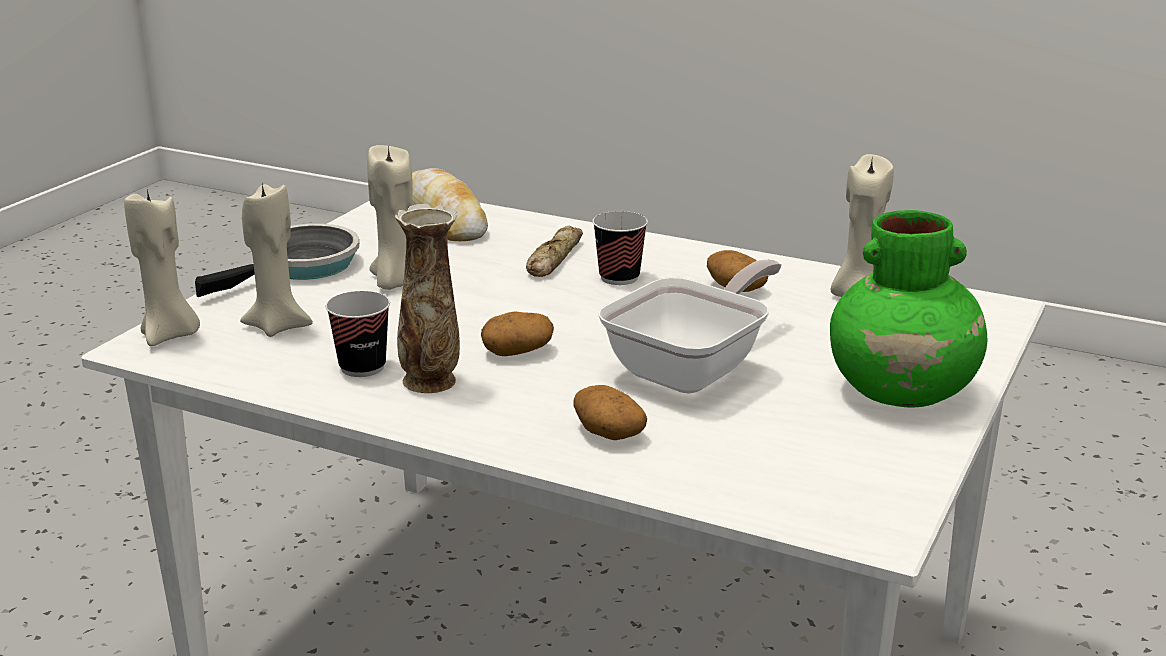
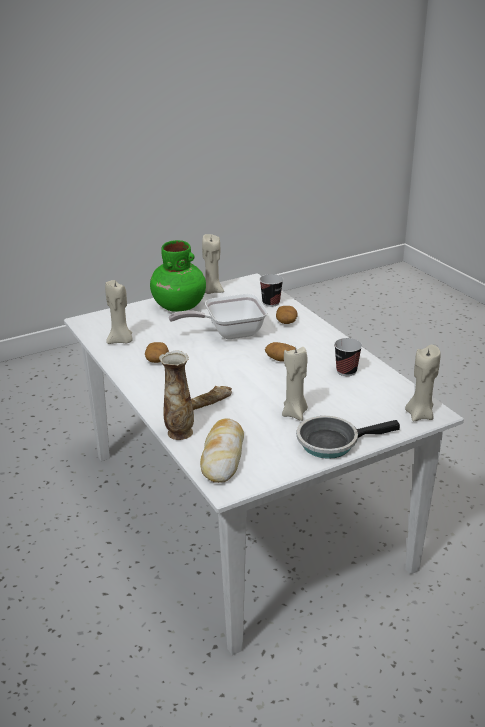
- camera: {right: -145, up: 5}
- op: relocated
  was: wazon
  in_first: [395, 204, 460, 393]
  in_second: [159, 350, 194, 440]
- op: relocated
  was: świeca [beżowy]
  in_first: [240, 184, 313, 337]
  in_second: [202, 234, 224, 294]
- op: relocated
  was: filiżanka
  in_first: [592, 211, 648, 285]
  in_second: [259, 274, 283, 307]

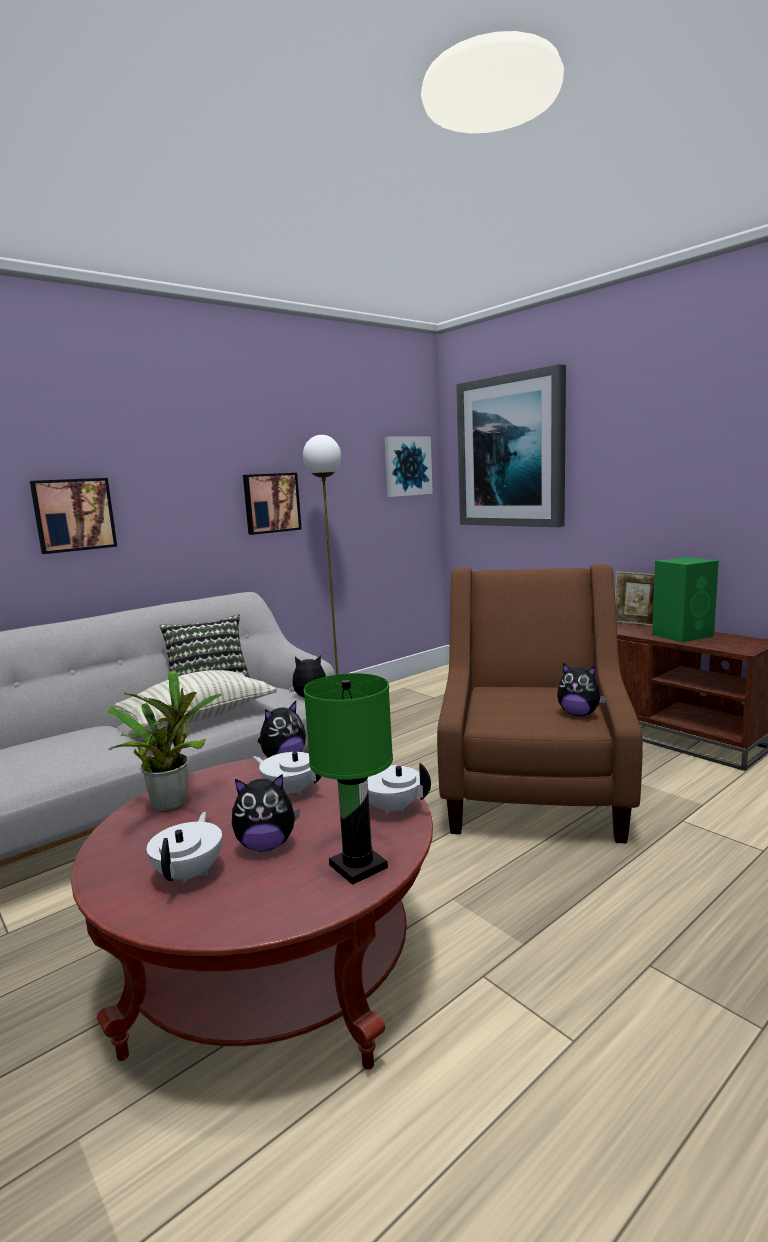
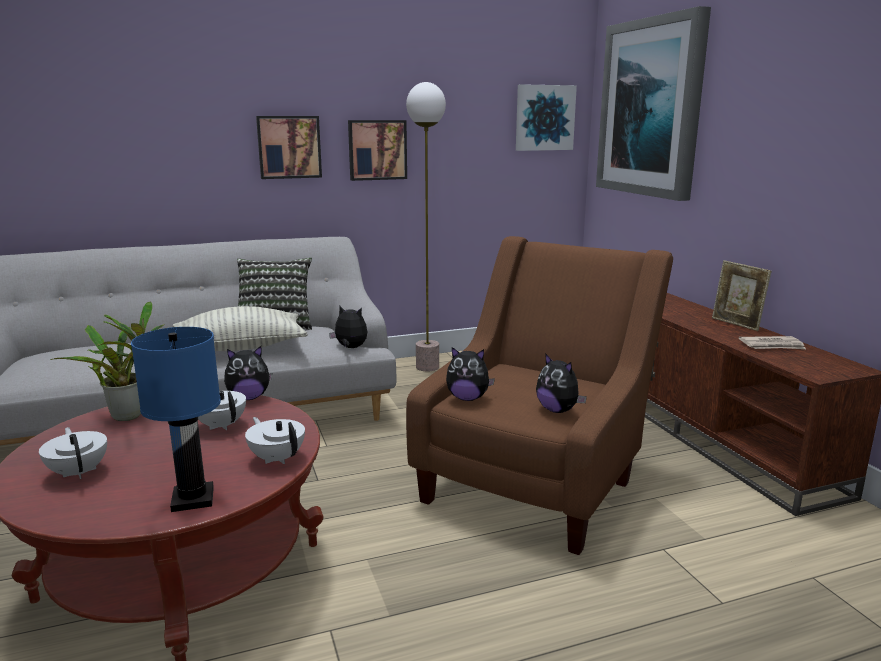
- camera: {right: 20, up: 5}
- op: spun
  was: imbryk [biały]
  in_first: [147, 812, 222, 885]
  in_second: [39, 427, 107, 479]
  clockwise: -60
- op: colour
  was: lampa stołowa [zielony]
  now: lampa stołowa [niebieski]
  in_first: [304, 673, 393, 885]
  in_second: [131, 327, 221, 512]
- op: relocated
  was: obraz
  in_first: [30, 478, 117, 554]
  in_second: [256, 116, 322, 179]
- op: relocated
  was: pluszak
  in_first: [232, 774, 300, 851]
  in_second: [446, 347, 495, 401]
- op: exchanged
  was: głośnik [zielony]
  now: gazeta
  in_first: [652, 557, 719, 642]
  in_second: [739, 336, 806, 349]

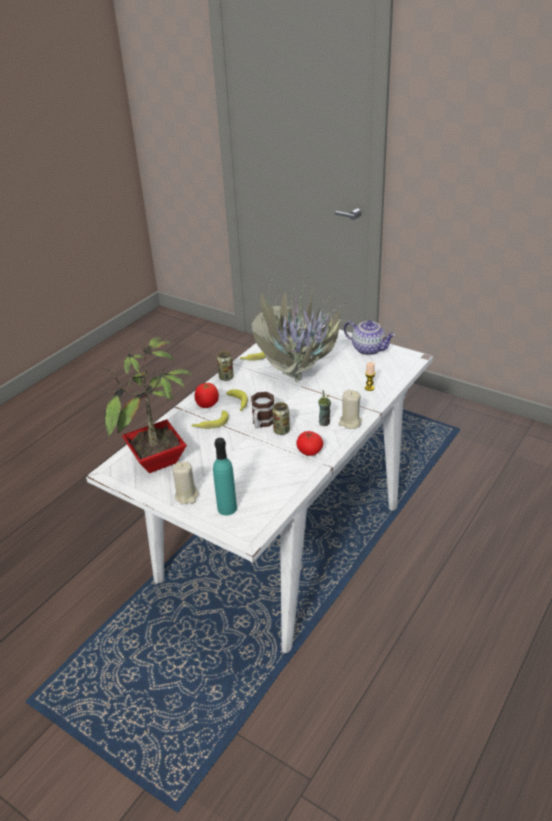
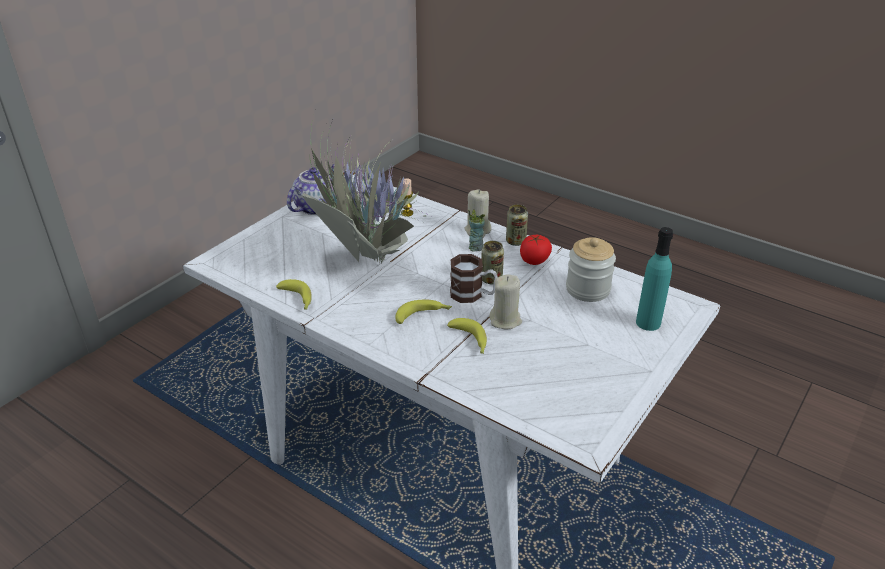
- camera: {right: -90, up: 0}
- op: relocated
  was: świeca [beżowy]
  in_first: [172, 462, 199, 505]
  in_second: [489, 274, 522, 330]
- op: relocated
  was: puszka
  in_first: [217, 351, 234, 381]
  in_second: [506, 205, 528, 246]
- op: appeared
  now: słoik
  in_second: [566, 237, 616, 302]
- op: missing
  was: roślina doniczkowa
  in_first: [100, 336, 194, 473]
- op: missing
  was: pomidor
  in_first: [195, 383, 219, 408]

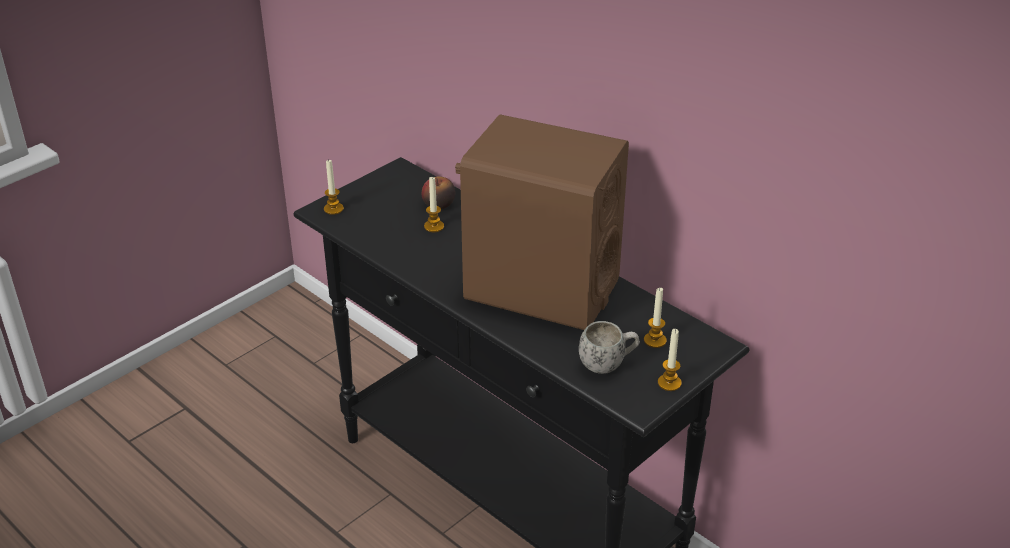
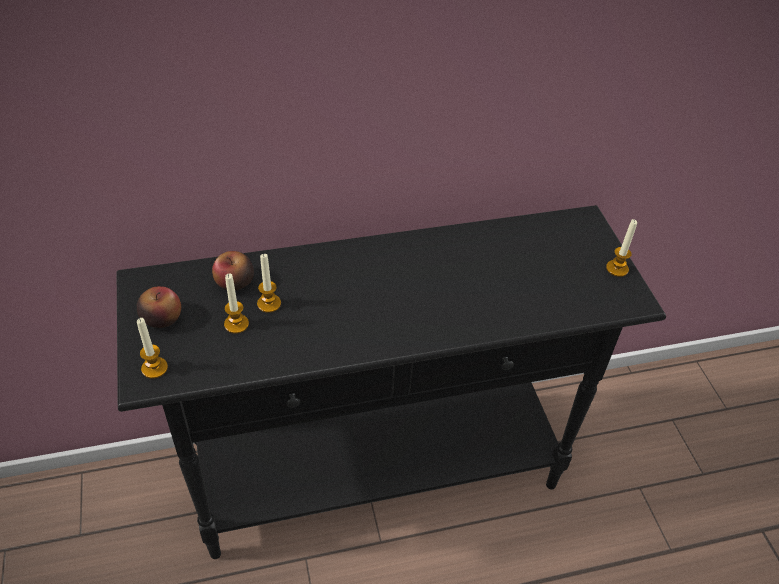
- camera: {right: -60, up: 10}
- op: appeared
  now: jabłko
  in_second: [137, 286, 181, 328]
- op: relocated
  was: świeca
  in_first: [644, 288, 667, 348]
  in_second: [224, 273, 249, 334]
- op: missing
  was: głośnik [brązowy]
  in_first: [455, 114, 629, 330]
- op: missing
  was: kubek [biały]
  in_first: [579, 321, 640, 374]

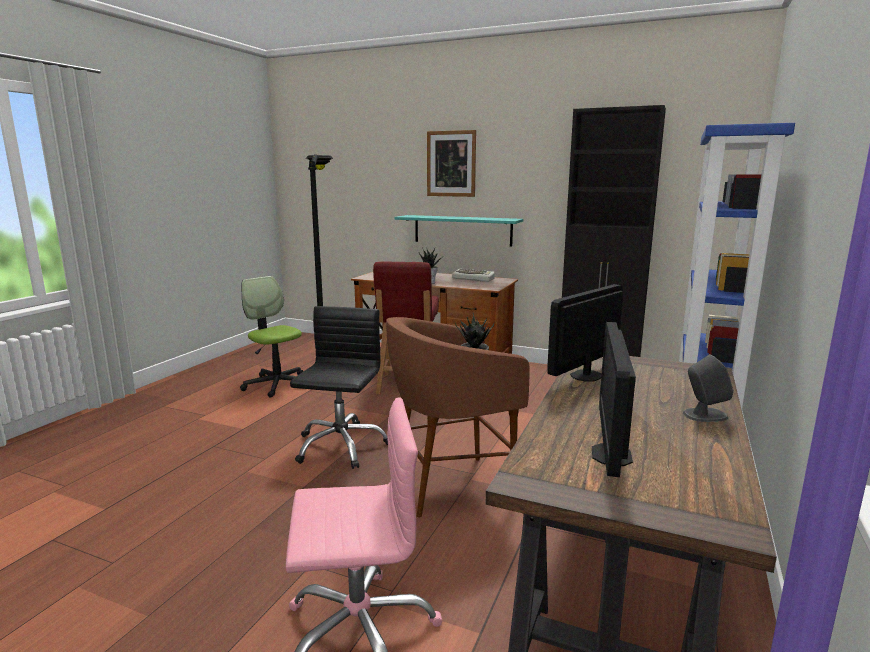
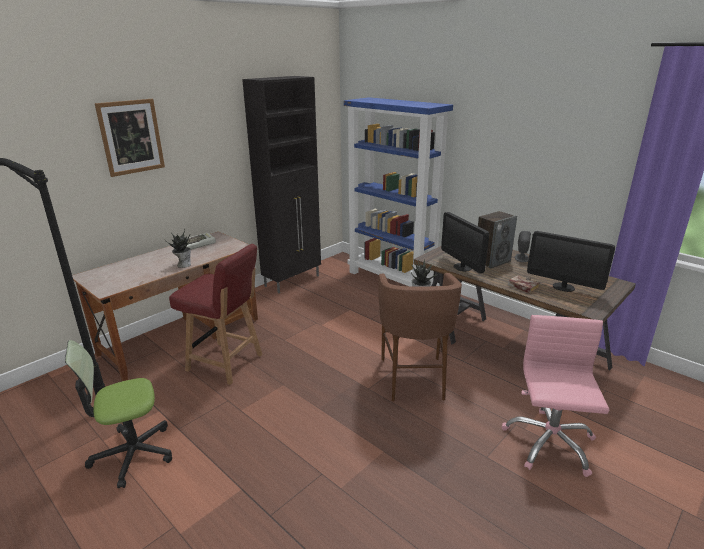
- camera: {right: -70, up: 10}
- op: appeared
  now: głośnik
  in_second: [478, 211, 517, 269]
- op: appeared
  now: książka
  in_second: [508, 275, 540, 293]
- op: missing
  was: krzesło biurowe [czarny]
  in_first: [290, 306, 388, 469]
- op: missing
  was: półka [turkusowy]
  in_first: [394, 215, 523, 247]

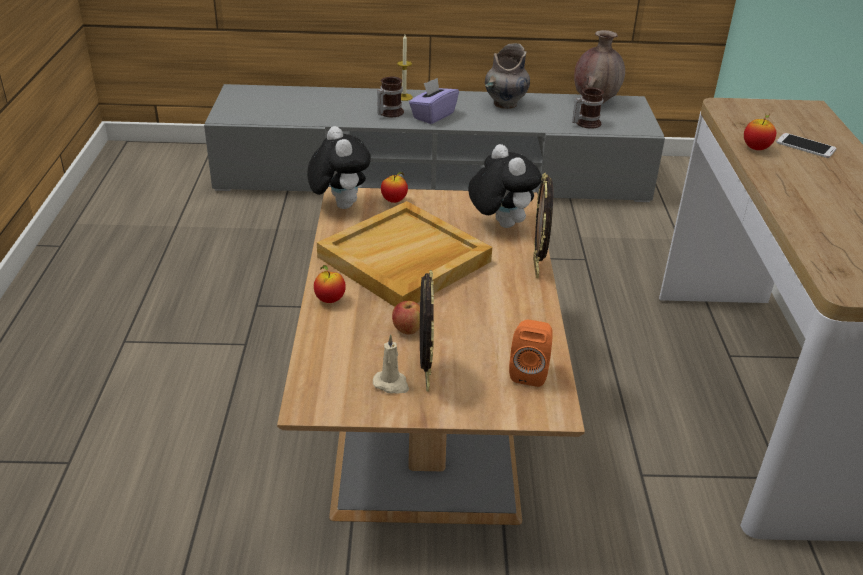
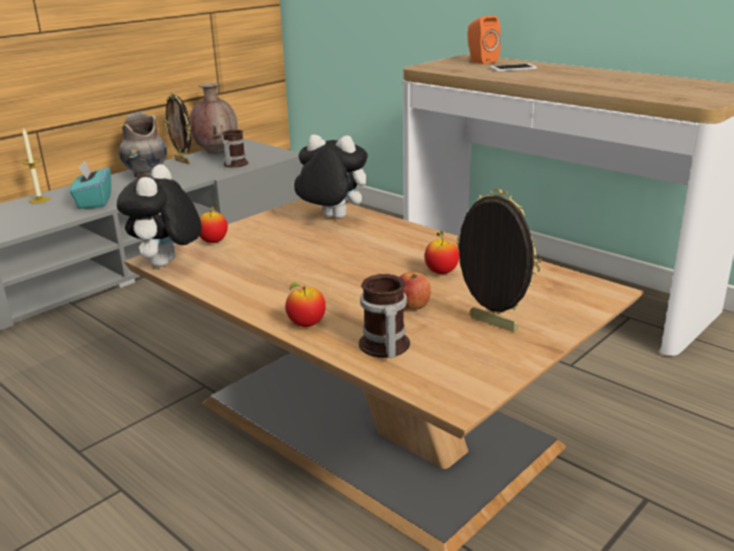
- camera: {right: -45, up: -10}
- op: colour
  was: pudełko chusteczek [fioletowy]
  now: pudełko chusteczek [turkusowy]
  in_first: [409, 78, 459, 124]
  in_second: [70, 160, 111, 209]
- op: spun
  was: pluszak
  in_first: [307, 126, 371, 209]
  in_second: [117, 164, 202, 267]
  clockwise: -105
- op: relocated
  was: ramka na zdjęcie
  in_first: [533, 173, 553, 278]
  in_second: [164, 92, 192, 164]
- op: relocated
  was: kubek
  in_first: [377, 77, 404, 117]
  in_second: [359, 274, 410, 358]
- op: relocated
  was: jabłko
  in_first: [744, 113, 776, 150]
  in_second: [425, 231, 459, 274]
- op: relocated
  was: głośnik [pomarańczowy]
  in_first: [509, 320, 553, 387]
  in_second: [468, 15, 501, 64]
- op: missing
  was: taca [beżowy]
  in_first: [317, 201, 492, 307]
- op: missing
  was: świeca [beżowy]
  in_first: [373, 335, 409, 394]

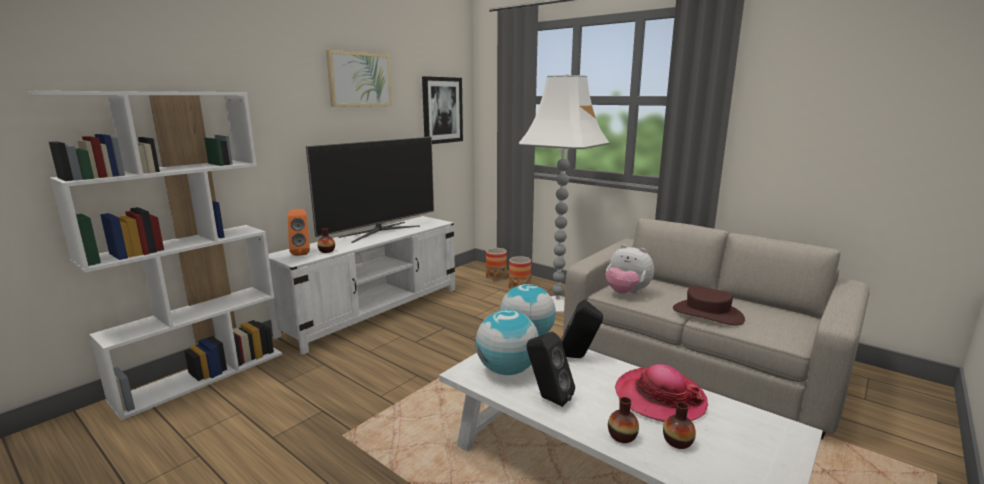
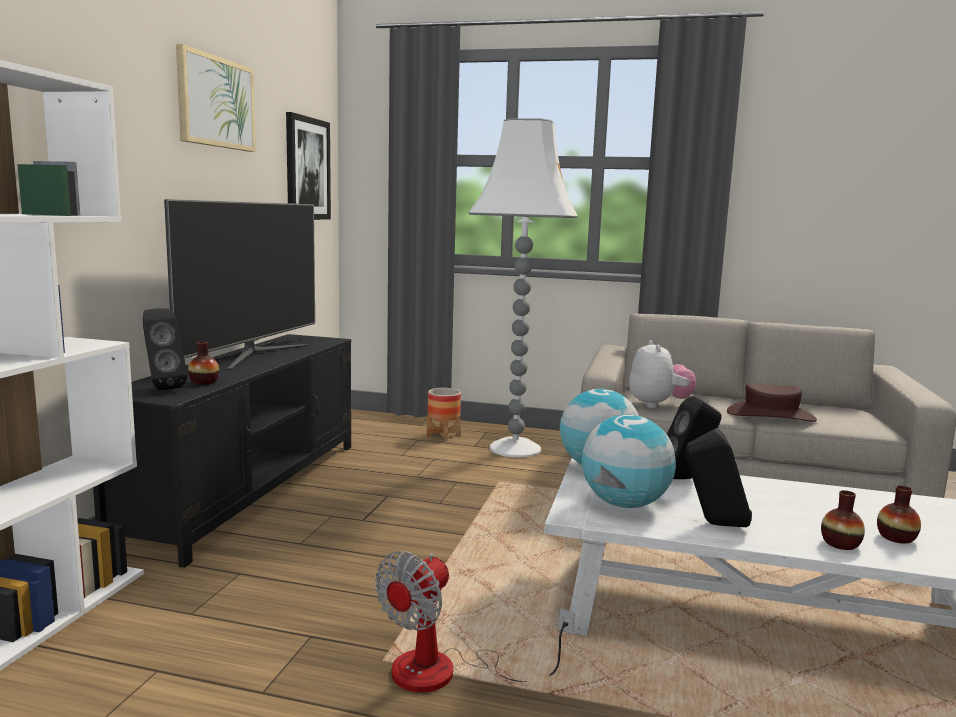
- camera: {right: -25, up: -5}
- op: colour
  was: szafka pod telewizor [biały]
  now: szafka pod telewizor [czarny]
  in_first: [268, 216, 455, 355]
  in_second: [93, 334, 351, 568]
- op: colour
  was: głośnik [pomarańczowy]
  now: głośnik [czarny]
  in_first: [288, 209, 310, 256]
  in_second: [143, 308, 187, 390]
- op: appeared
  now: wentylator
  in_second: [375, 551, 575, 693]
- op: spun
  was: pluszak
  in_first: [605, 244, 654, 294]
  in_second: [629, 340, 696, 408]
  clockwise: -105
- op: missing
  was: donica
  in_first: [486, 248, 507, 282]
- op: missing
  was: kapelusz
  in_first: [615, 364, 708, 422]

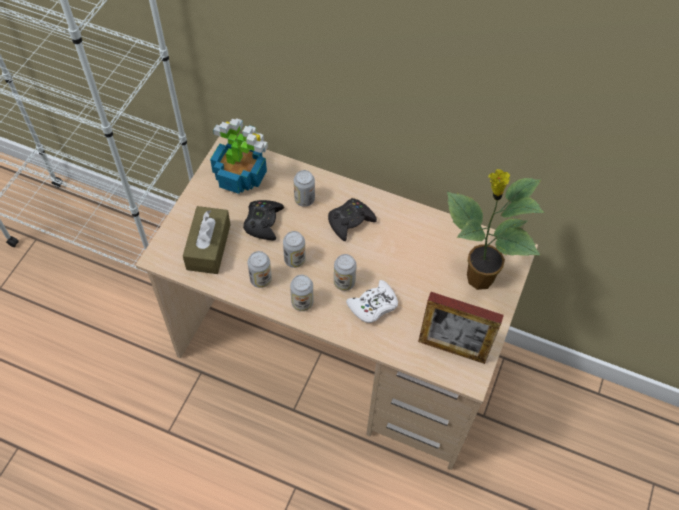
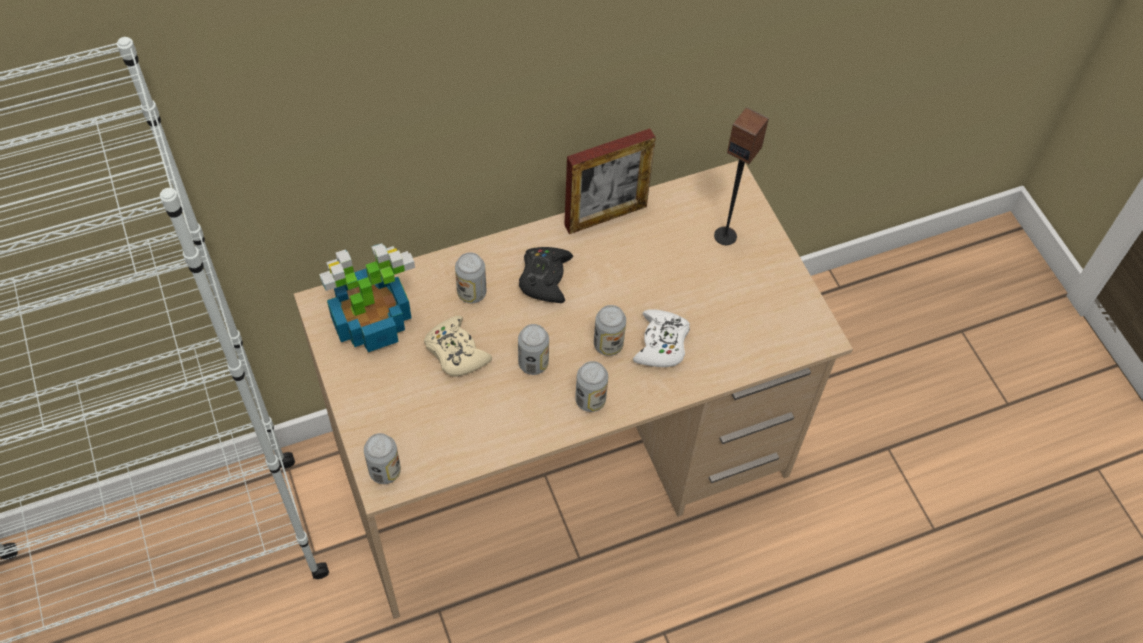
- camera: {right: -45, up: 0}
- op: relocated
  was: puszka
  in_first: [248, 251, 272, 288]
  in_second: [364, 433, 401, 484]
- op: colour
  was: pad do gier [czarny]
  now: pad do gier [beżowy]
  in_first: [243, 200, 284, 241]
  in_second: [424, 316, 492, 377]
- op: relocated
  was: ramka na zdjęcie
  in_first: [418, 292, 504, 364]
  in_second: [564, 129, 656, 234]
- op: exchanged
  was: roślina doniczkowa
  now: głośnik
  in_first: [447, 169, 545, 290]
  in_second: [714, 107, 769, 245]
- op: missing
  was: pudełko chusteczek [brązowy]
  in_first: [183, 206, 231, 274]

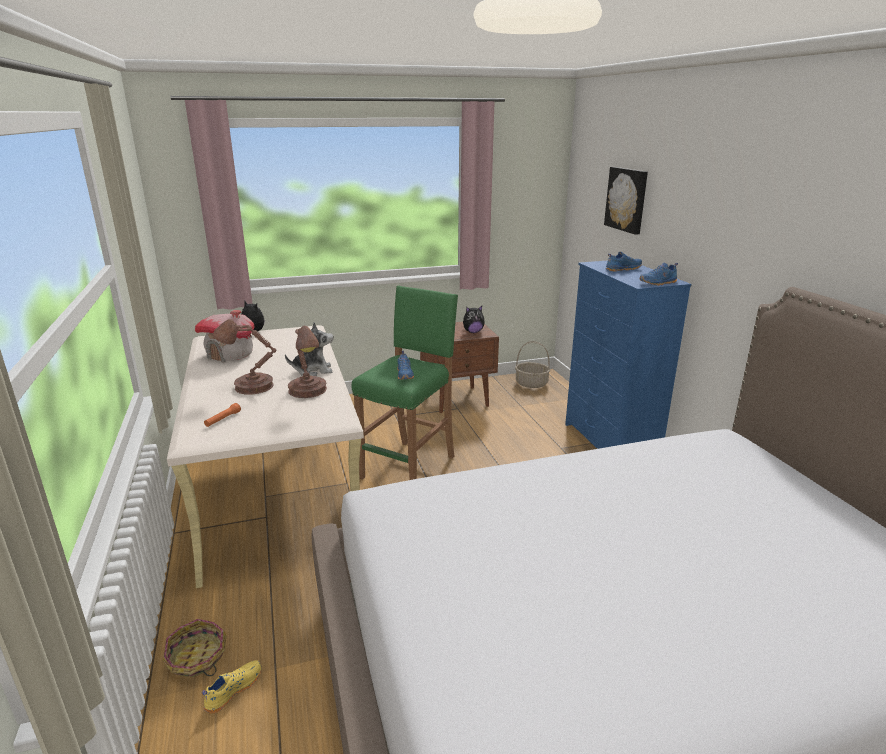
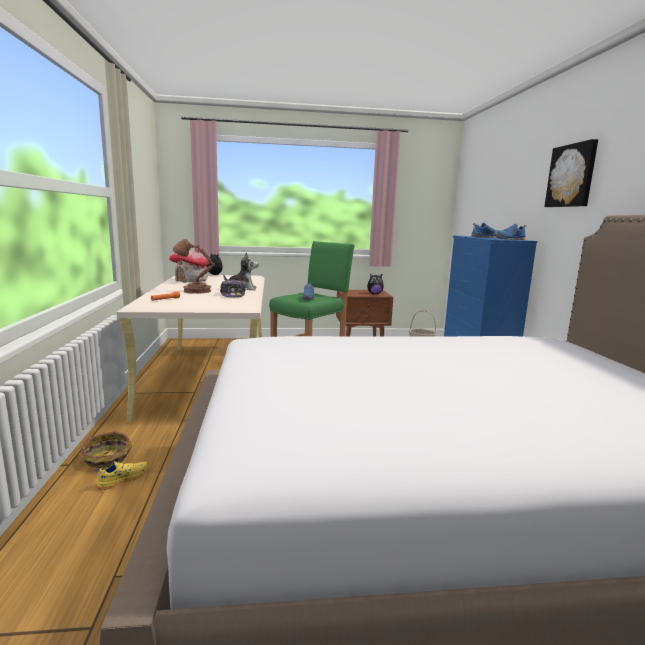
- camera: {right: 10, up: -10}
- op: exchanged
  was: lampa stołowa [brązowy]
  now: czapka z daszkiem
  in_first: [288, 326, 327, 398]
  in_second: [220, 279, 246, 297]
- op: relocated
  was: obraz
  in_first: [604, 167, 648, 235]
  in_second: [544, 139, 598, 207]

